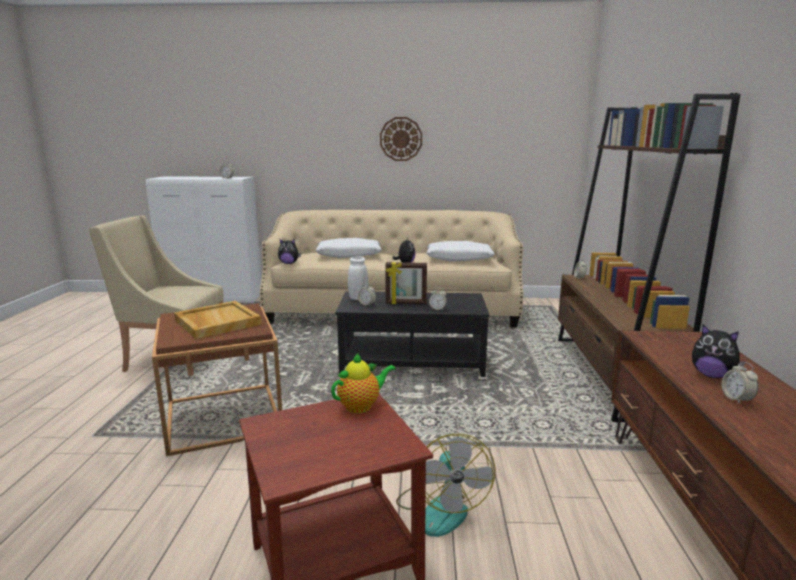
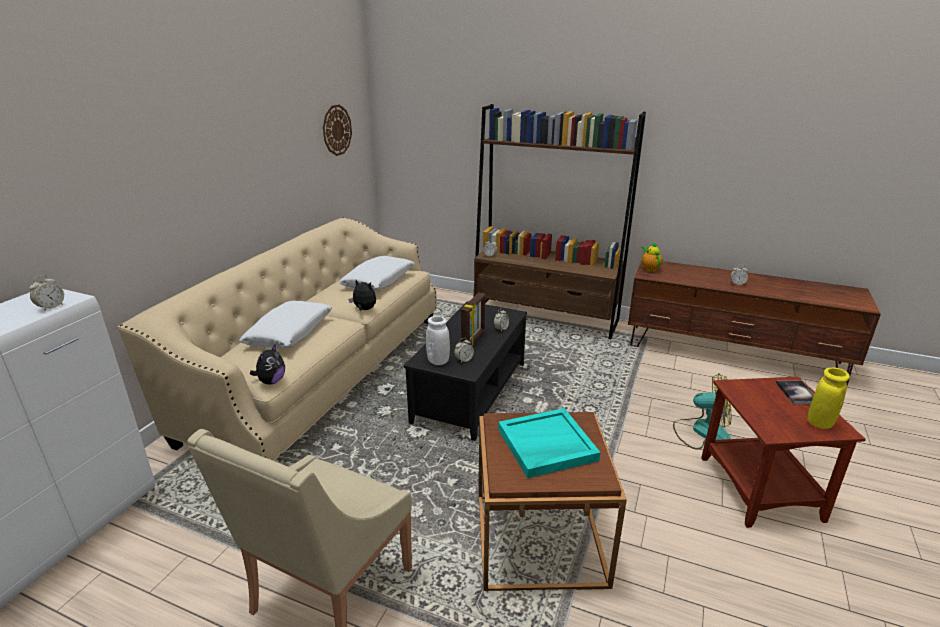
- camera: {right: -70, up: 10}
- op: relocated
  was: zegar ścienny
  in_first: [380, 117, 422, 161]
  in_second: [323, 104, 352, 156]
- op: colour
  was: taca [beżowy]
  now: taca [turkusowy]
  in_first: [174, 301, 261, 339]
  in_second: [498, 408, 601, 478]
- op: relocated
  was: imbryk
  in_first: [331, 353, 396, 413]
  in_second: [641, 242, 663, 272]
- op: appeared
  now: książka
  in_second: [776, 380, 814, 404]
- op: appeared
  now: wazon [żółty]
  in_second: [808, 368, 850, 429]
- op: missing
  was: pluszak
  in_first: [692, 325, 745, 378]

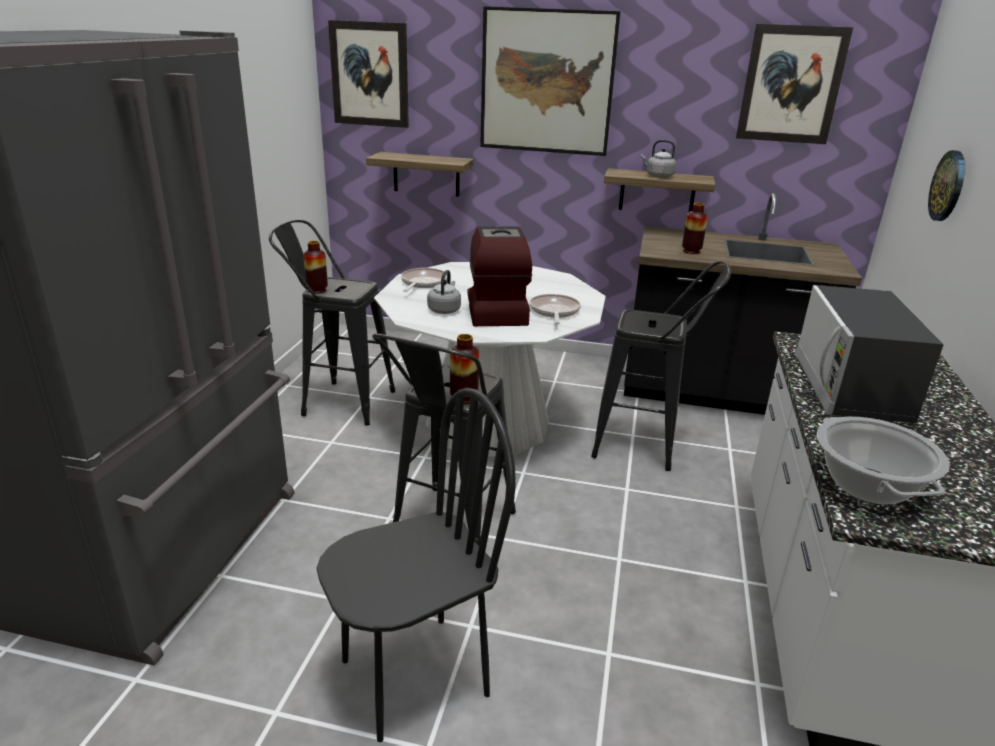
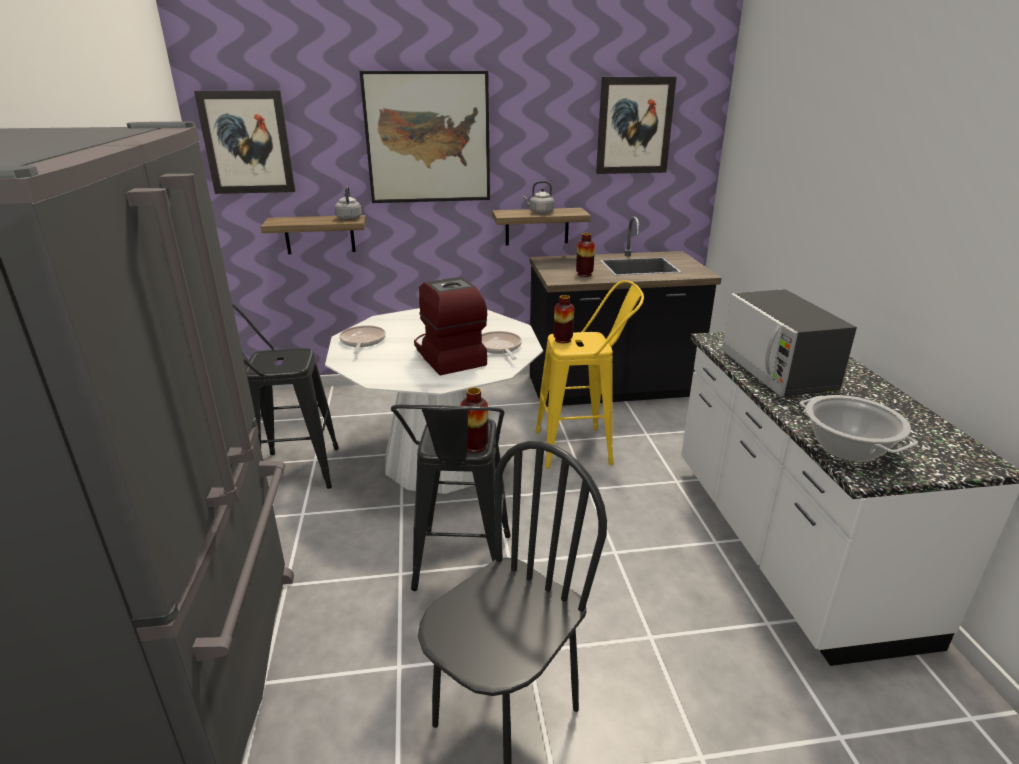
- camera: {right: -20, up: 0}
- op: relocated
  was: czajnik [szary]
  in_first: [427, 270, 461, 314]
  in_second: [335, 186, 362, 220]
- op: colour
  was: stołek [czarny]
  now: stołek [żółty]
  in_first: [591, 261, 731, 471]
  in_second: [536, 280, 644, 469]
- op: relocated
  was: wazon
  in_first: [303, 241, 328, 294]
  in_second: [554, 295, 574, 343]
- op: missing
  was: zegar ścienny
  in_first: [928, 150, 965, 221]

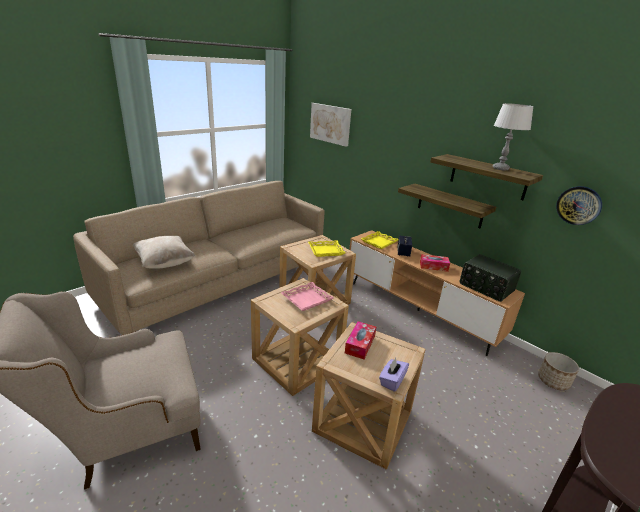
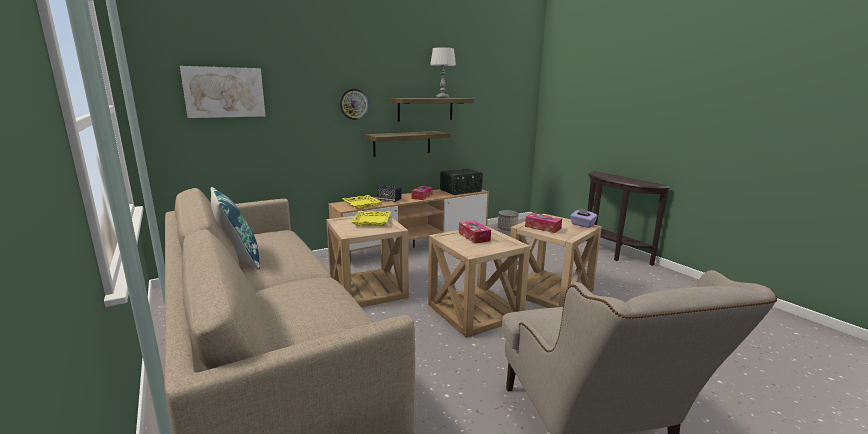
- camera: {right: -75, up: -10}
- op: appeared
  now: poduszka [niebieski]
  in_second: [211, 187, 260, 270]
- op: relocated
  was: zegar ścienny
  in_first: [556, 186, 602, 225]
  in_second: [339, 89, 369, 120]
- op: exchanged
  was: taca [różowy]
  now: pudełko chusteczek
  in_first: [281, 282, 334, 311]
  in_second: [459, 220, 491, 244]
- op: missing
  was: poduszka [beżowy]
  in_first: [133, 236, 196, 269]

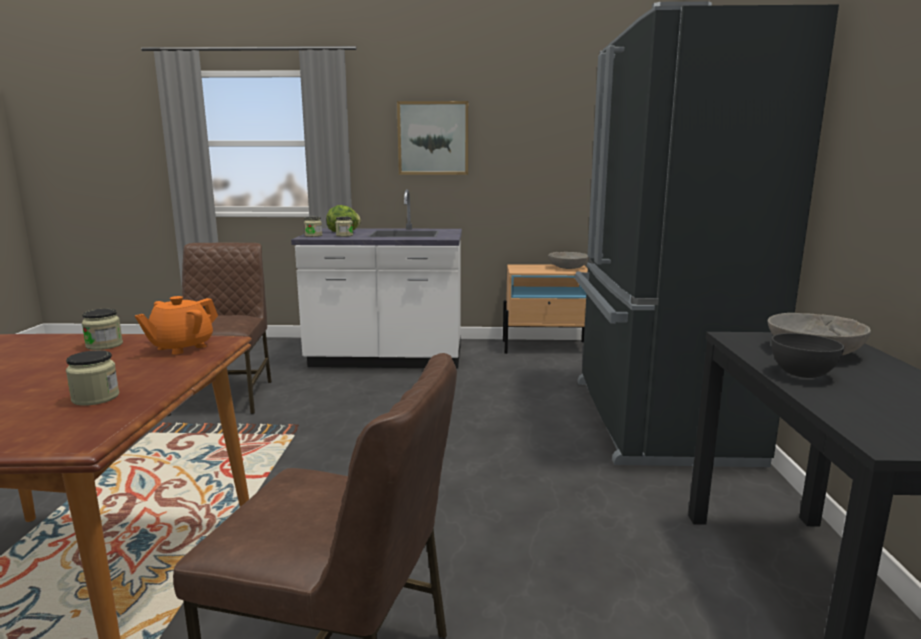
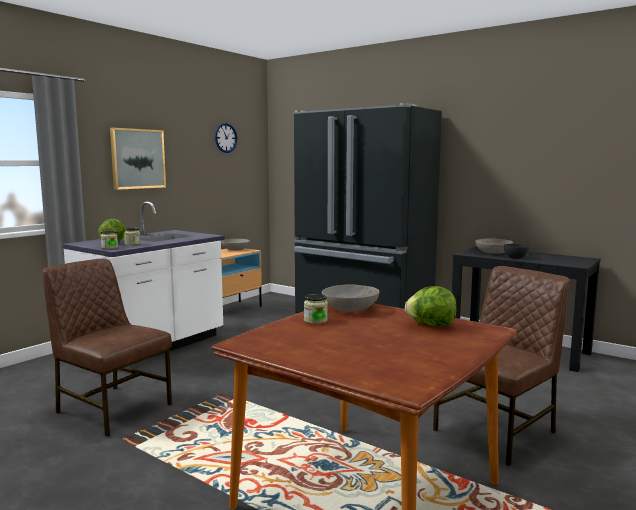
- camera: {right: -55, up: -5}
- op: appeared
  now: zegar ścienny
  in_second: [215, 123, 237, 153]
- op: exchanged
  was: imbryk [pomarańczowy]
  now: miska [szary]
  in_first: [135, 296, 218, 355]
  in_second: [322, 284, 379, 312]
- op: exchanged
  was: słoik
  now: sałata
  in_first: [66, 350, 119, 406]
  in_second: [405, 286, 457, 326]

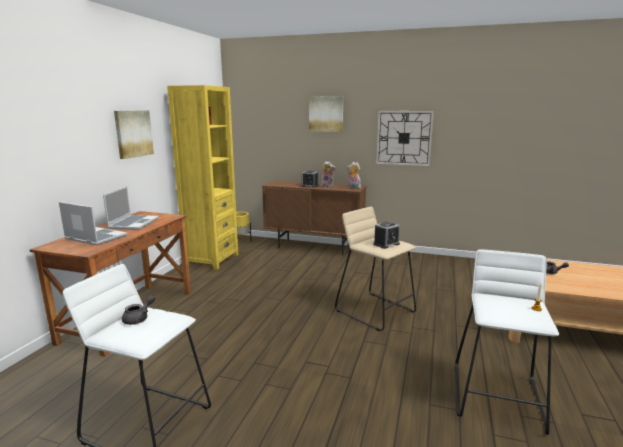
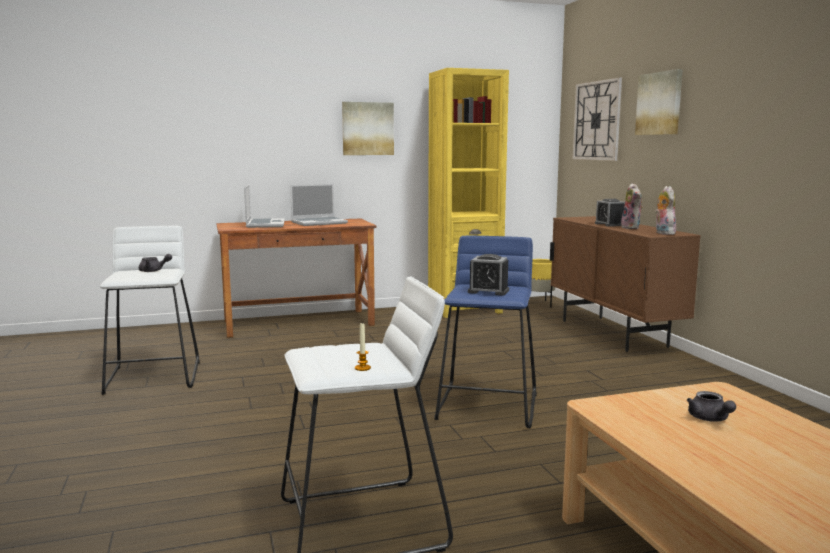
- camera: {right: 55, up: -5}
- op: colour
  was: stołek [beżowy]
  now: stołek [niebieski]
  in_first: [335, 207, 416, 331]
  in_second: [434, 236, 537, 428]
- op: relocated
  was: zegar ścienny
  in_first: [376, 111, 434, 166]
  in_second: [573, 77, 622, 161]

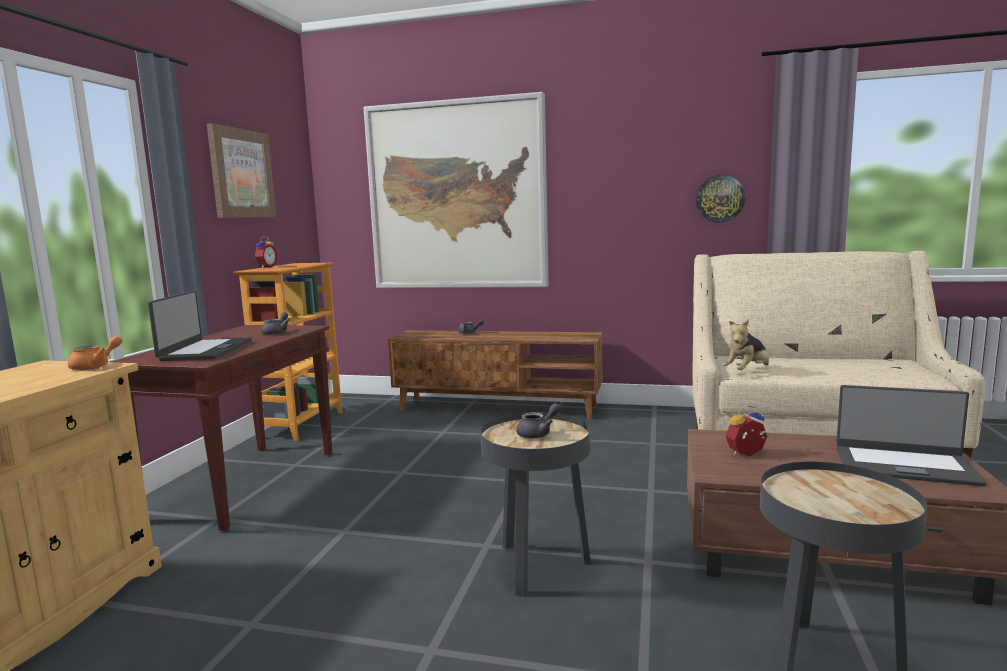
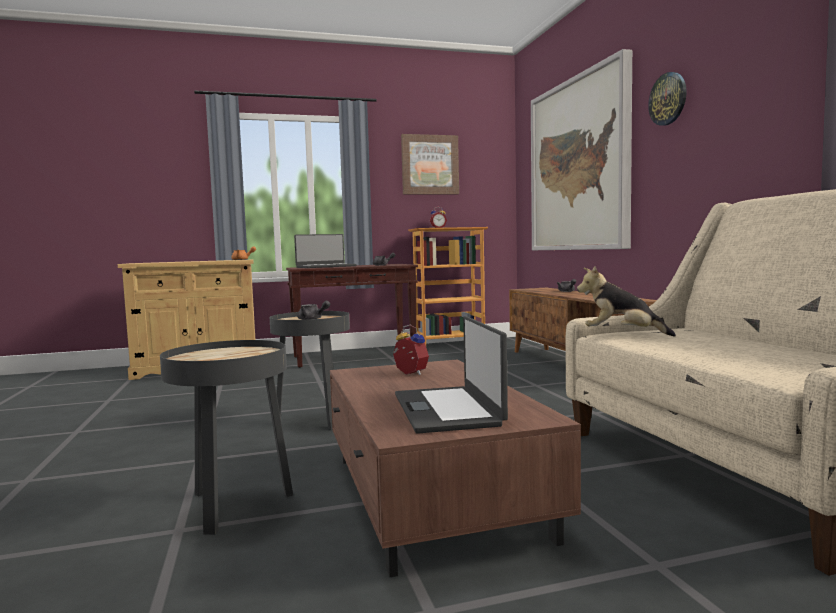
- camera: {right: 60, up: -5}
- op: relocated
  was: zegar ścienny
  in_first: [696, 175, 745, 223]
  in_second: [648, 72, 687, 126]

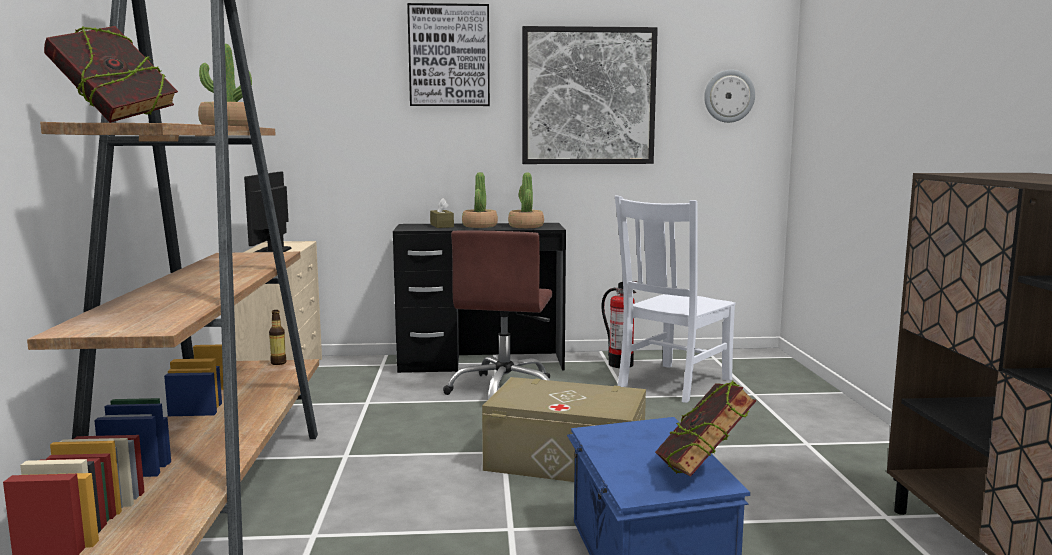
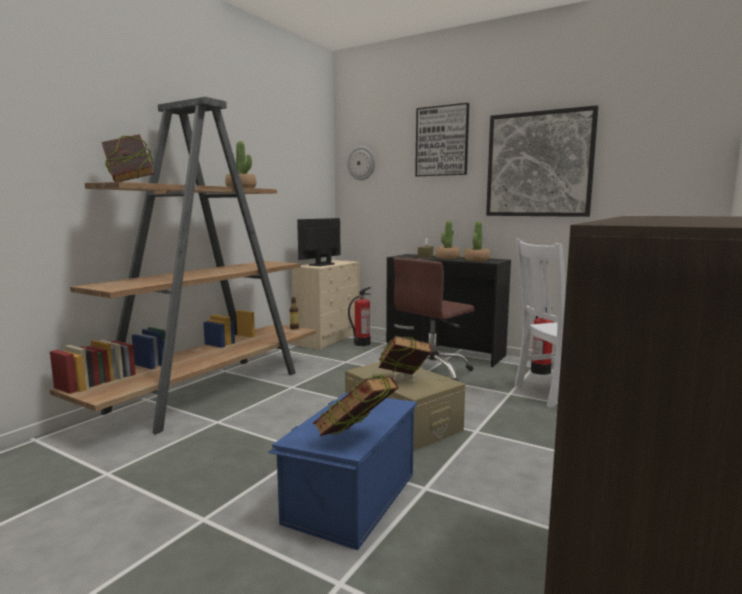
- camera: {right: 35, up: 0}
- op: relocated
  was: zegar ścienny
  in_first: [704, 69, 755, 123]
  in_second: [347, 146, 375, 180]
- op: appeared
  now: gaśnica
  in_second: [348, 287, 372, 346]
- op: appeared
  now: książka
  in_second: [379, 336, 432, 375]

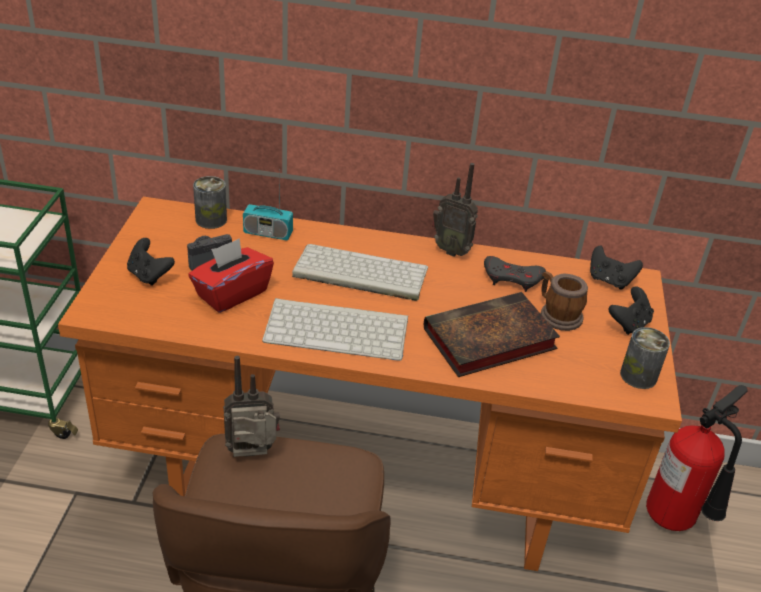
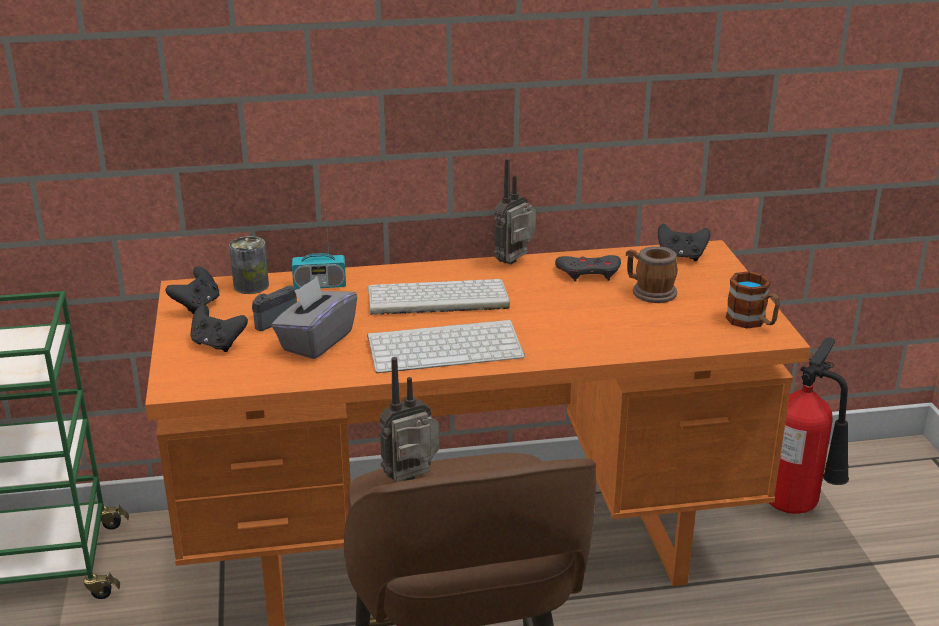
- camera: {right: -15, up: -10}
- op: relocated
  was: pad do gier [czarny]
  in_first: [609, 286, 654, 335]
  in_second: [165, 267, 220, 314]
- op: colour
  was: pudełko chusteczek [czerwony]
  now: pudełko chusteczek [szary]
  in_first: [188, 238, 274, 313]
  in_second: [272, 277, 357, 359]
- op: spun
  was: radio
  in_first: [432, 163, 478, 257]
  in_second: [494, 158, 536, 265]
  clockwise: 120
- op: exchanged
  was: puszka
  now: kubek
  in_first: [620, 327, 670, 389]
  in_second: [726, 271, 780, 329]
- op: missing
  was: książka
  in_first: [424, 292, 560, 377]

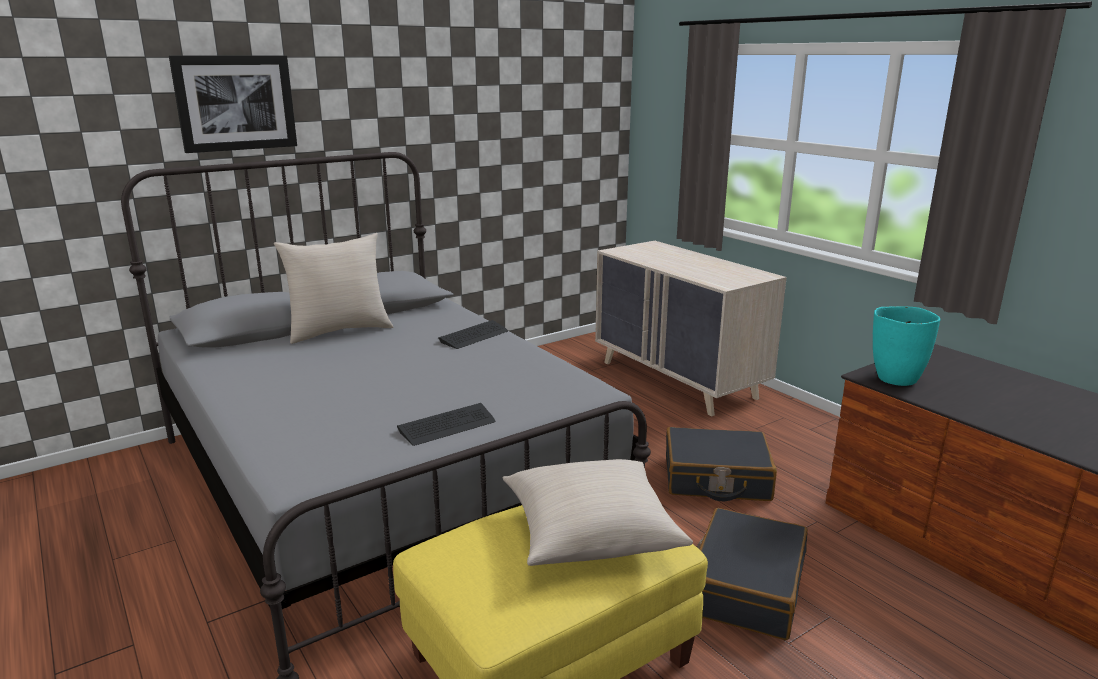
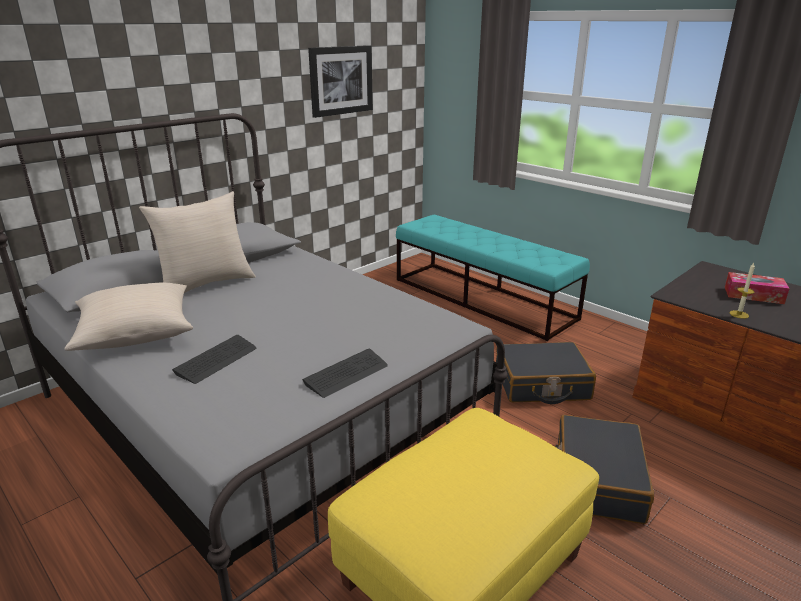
- camera: {right: -10, up: 5}
- op: relocated
  was: poduszka [beżowy]
  in_first: [502, 459, 693, 566]
  in_second: [65, 282, 193, 351]
- op: relocated
  was: klawiatura
  in_first: [439, 320, 508, 349]
  in_second: [172, 335, 257, 384]
- op: relocated
  was: obraz
  in_first: [169, 55, 297, 153]
  in_second: [308, 45, 373, 118]
- op: exchanged
  was: komoda [beżowy]
  now: ławka [turkusowy]
  in_first: [595, 241, 787, 416]
  in_second: [396, 215, 590, 341]
- op: appeared
  now: pudełko chusteczek
  in_second: [725, 272, 790, 304]
- op: appeared
  now: świeca
  in_second: [730, 263, 755, 319]
- op: missing
  was: wazon [turkusowy]
  in_first: [873, 306, 941, 386]

